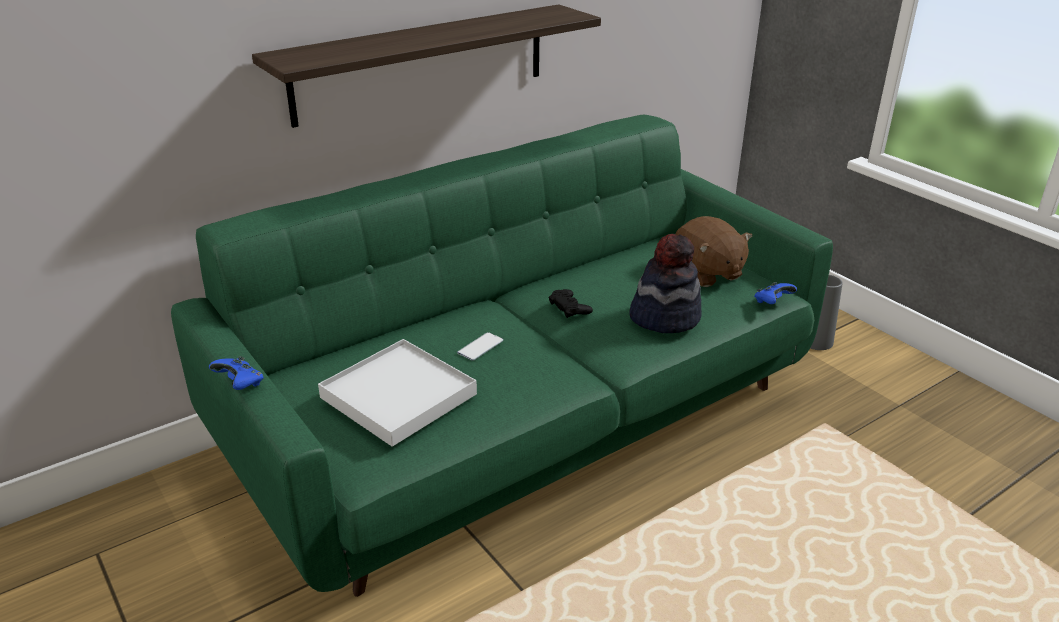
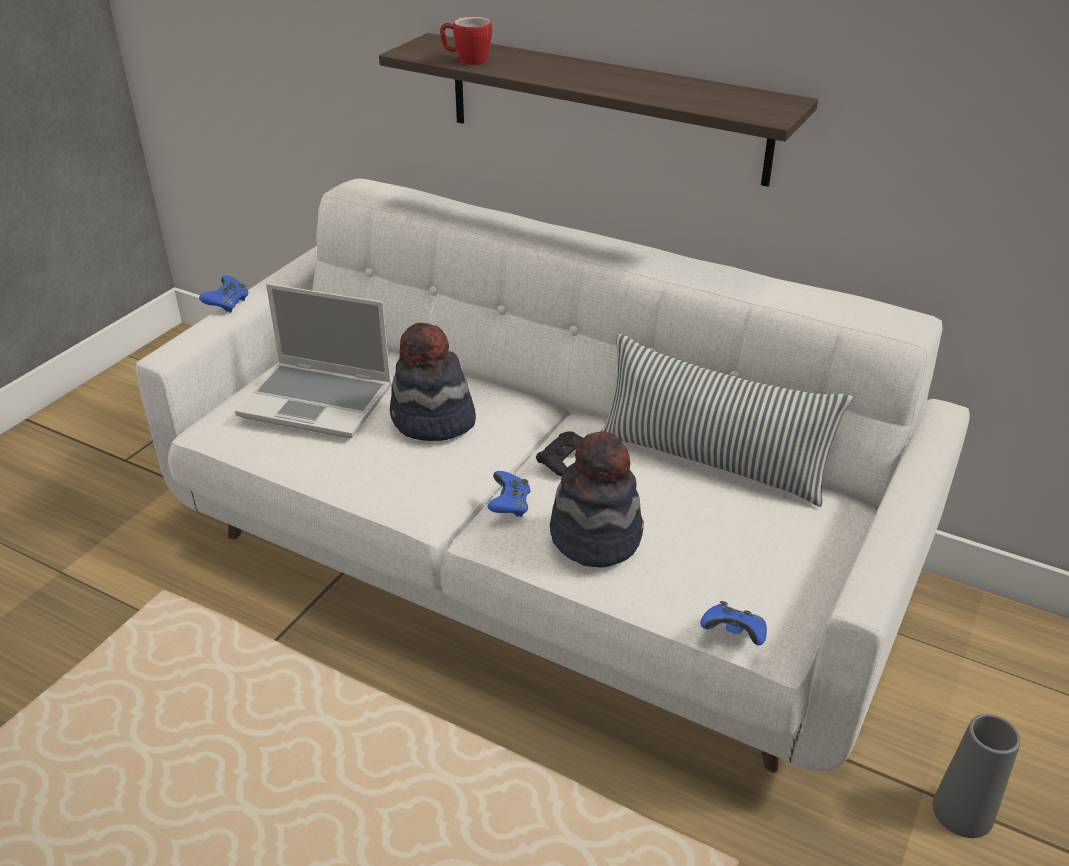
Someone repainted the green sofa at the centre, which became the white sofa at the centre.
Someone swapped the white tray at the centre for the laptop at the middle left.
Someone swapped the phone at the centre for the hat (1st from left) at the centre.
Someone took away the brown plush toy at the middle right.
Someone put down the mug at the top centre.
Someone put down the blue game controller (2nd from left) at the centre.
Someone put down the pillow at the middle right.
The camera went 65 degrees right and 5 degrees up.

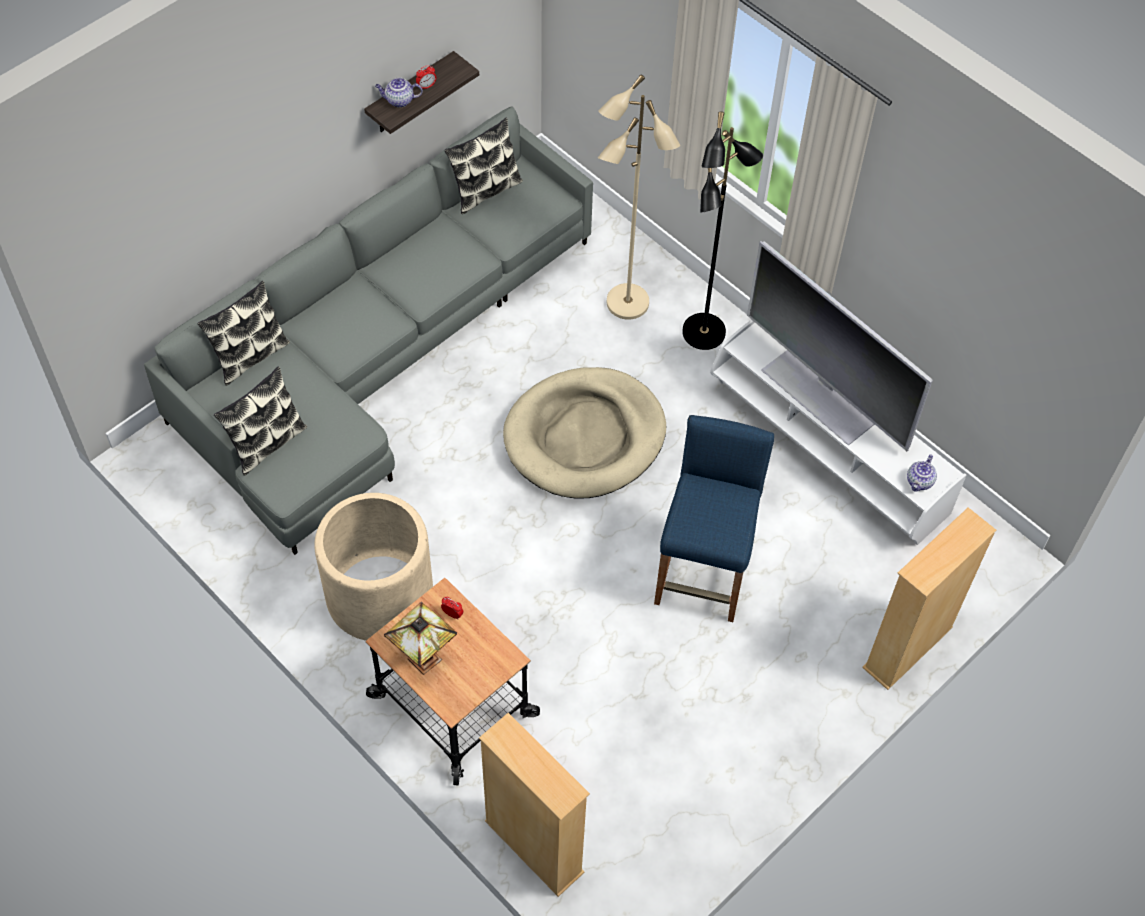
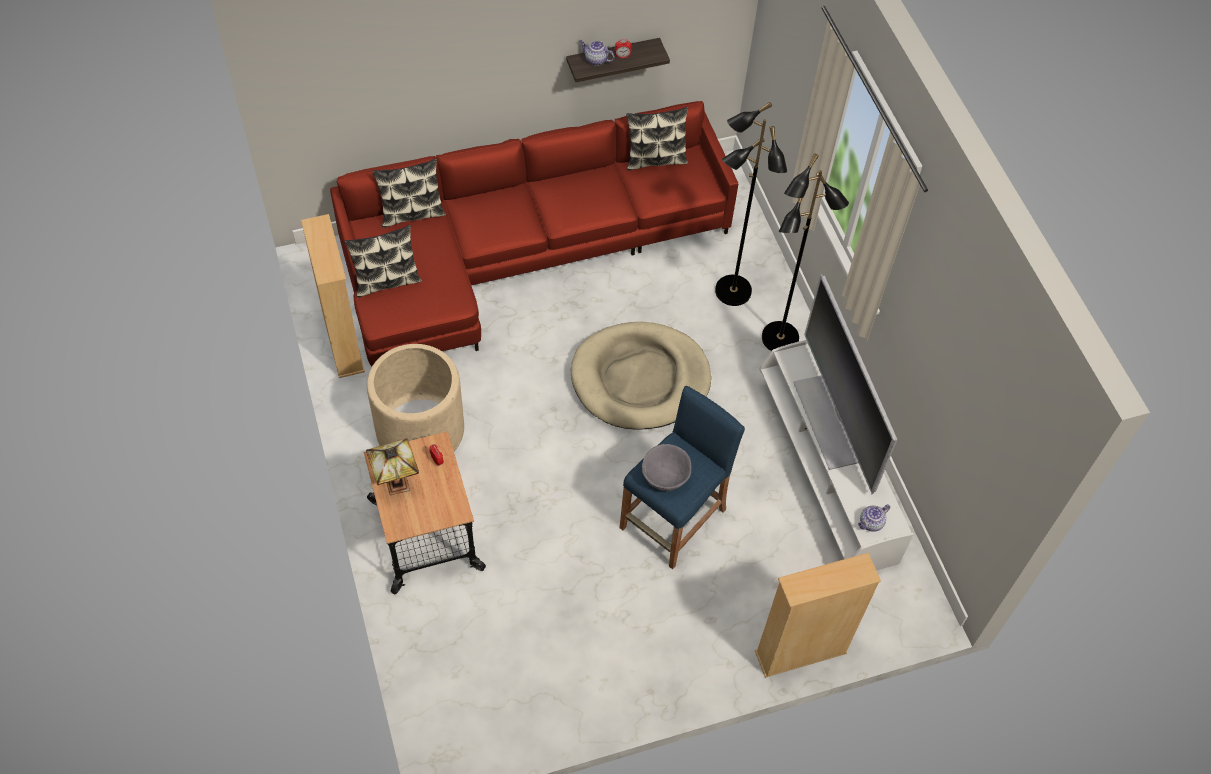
Someone repainted the grey sofa at the middle left, which became the red sofa at the top centre.
Someone carried the beige bookcase (1st from left) from the bottom centre to the middle left.
Someone repainted the beige floor lamp at the top centre, which became the black floor lamp (1st from left) at the top centre.
Someone put down the grey bowl at the centre.
The camera went 25 degrees right and 0 degrees up.

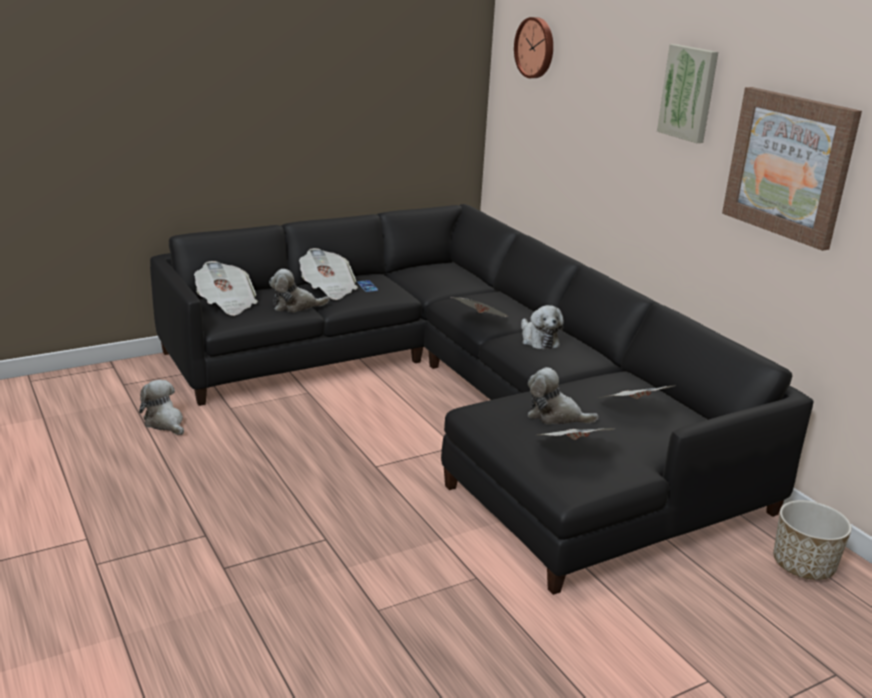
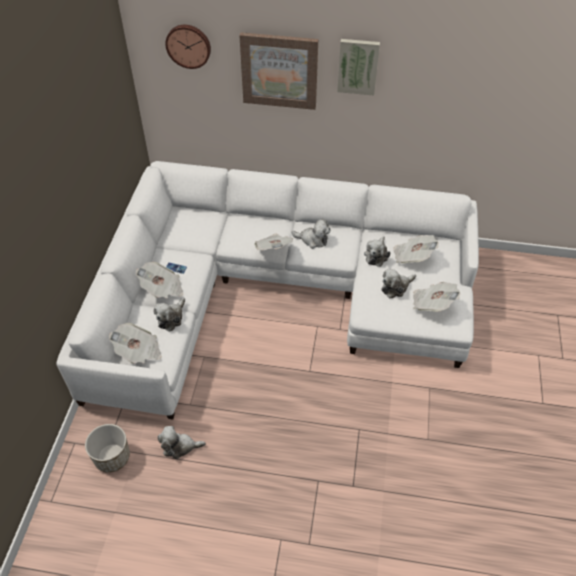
Someone repainted the black sofa at the centre, which became the white sofa at the centre.
Someone carried the picture (2nd from left in the first image) from the top right to the top centre.
Someone carried the planter from the bottom right to the bottom left.
Someone put down the plush toy (4th from left) at the centre.
The camera went 50 degrees left and 25 degrees up.

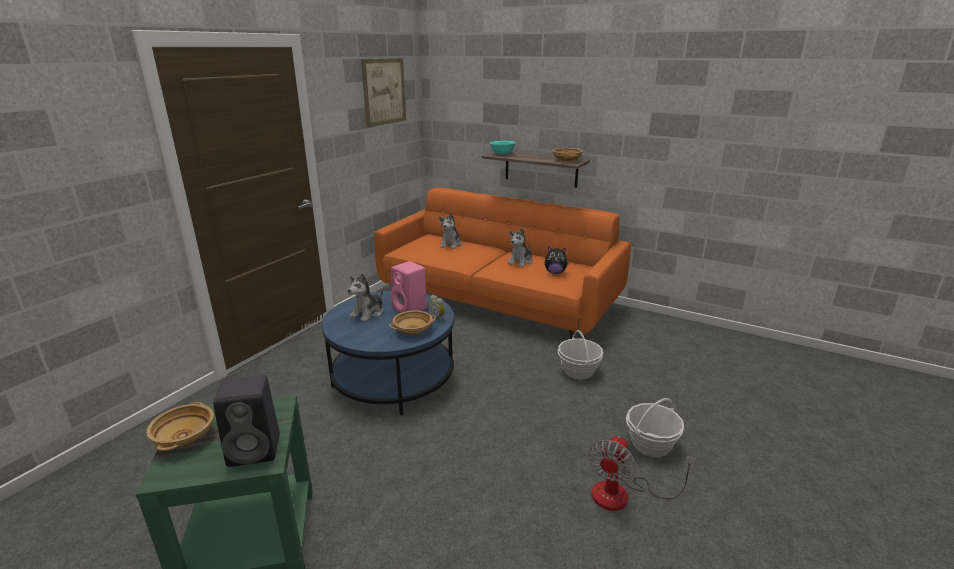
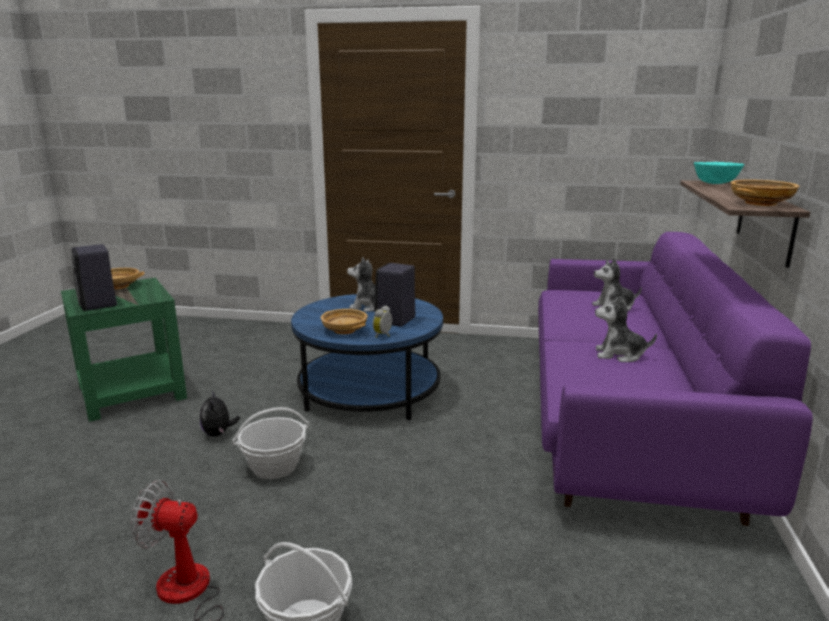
Someone took away the picture at the top centre.
Someone repainted the orange sofa at the centre, which became the purple sofa at the middle right.
Someone repainted the pink speaker at the centre, which became the black speaker (2nd from left) at the centre.
Someone carried the plush toy (4th from left in the first image) from the centre to the middle left.
Someone carried the basket (1st from left) from the centre to the bottom left.
The camera went 70 degrees right and 5 degrees down.

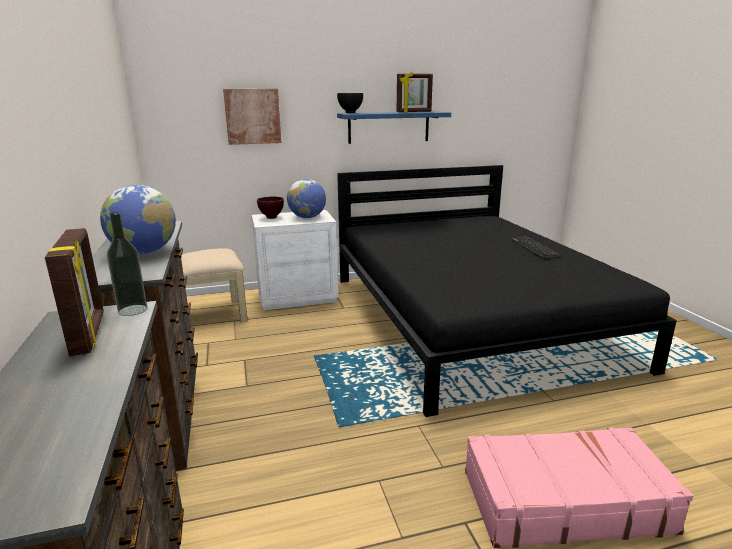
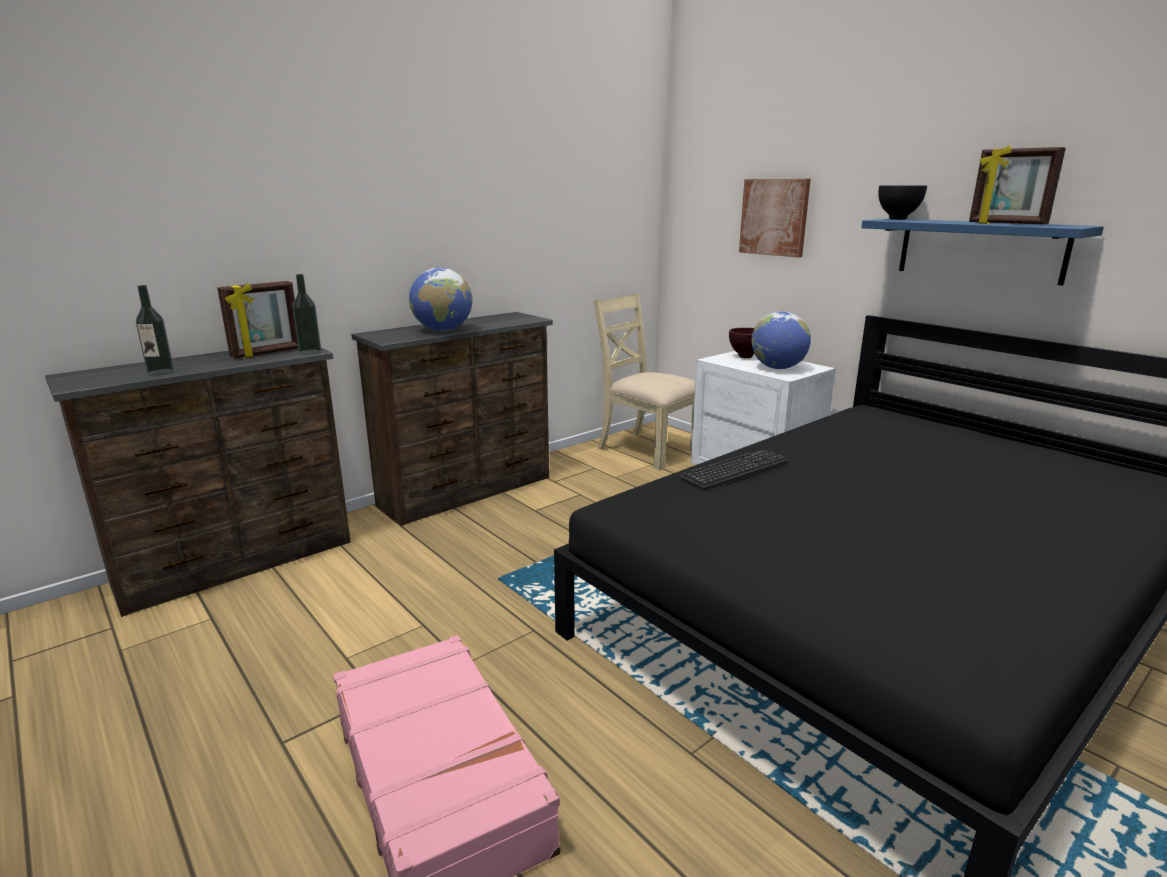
Someone carried the keyboard from the middle right to the centre.
Someone put down the bottle (1st from left) at the middle left.
The camera went 65 degrees right and 0 degrees up.

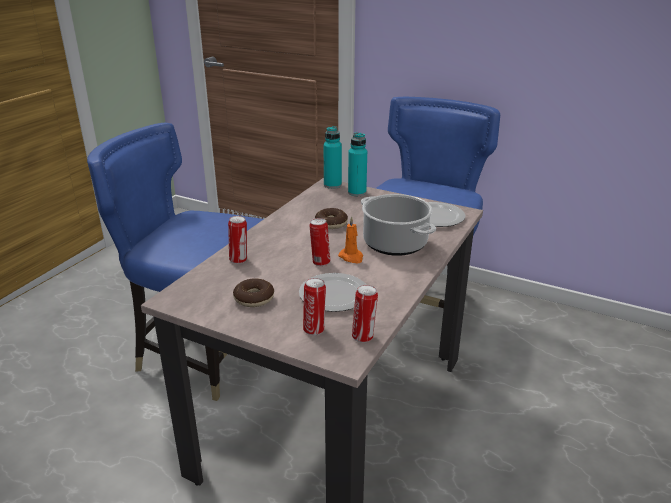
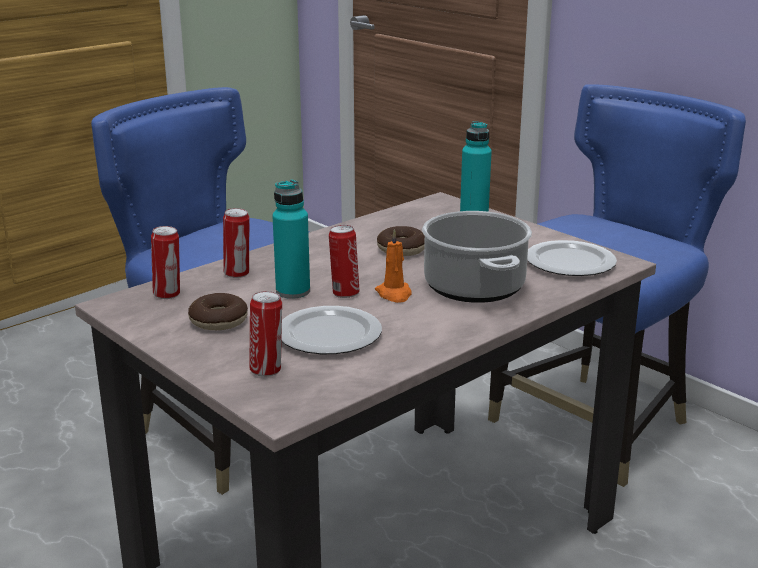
Someone carried the turquoise bottle (1st from left) from the top centre to the centre.
Someone carried the can (4th from left in the first image) from the centre to the middle left.
The camera went 20 degrees right and 5 degrees down.

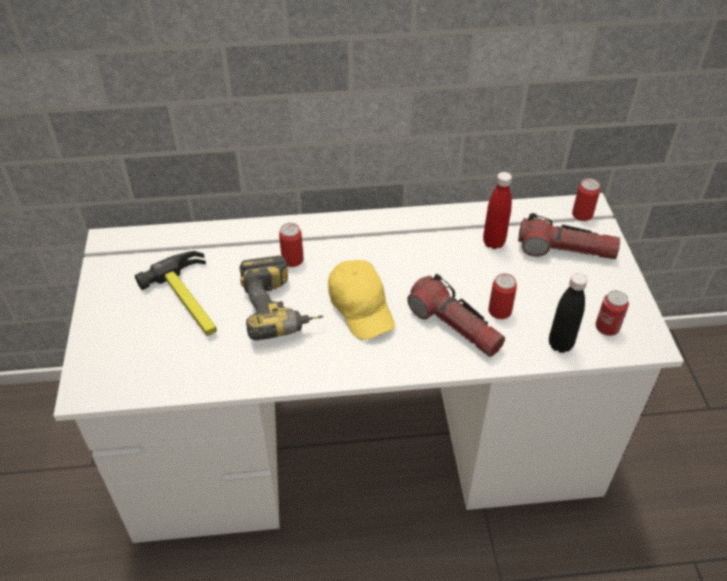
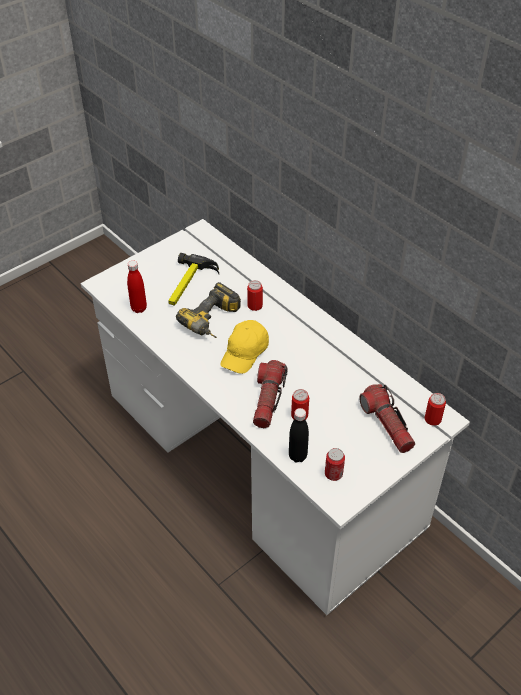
Someone carried the red bottle from the middle right to the middle left.
The camera went 55 degrees right and 0 degrees up.

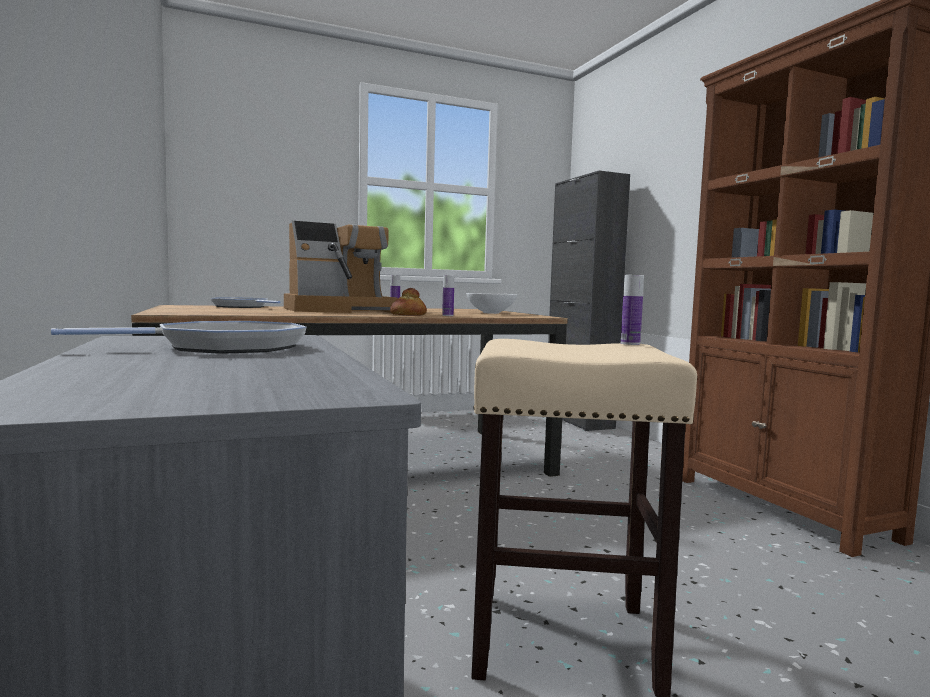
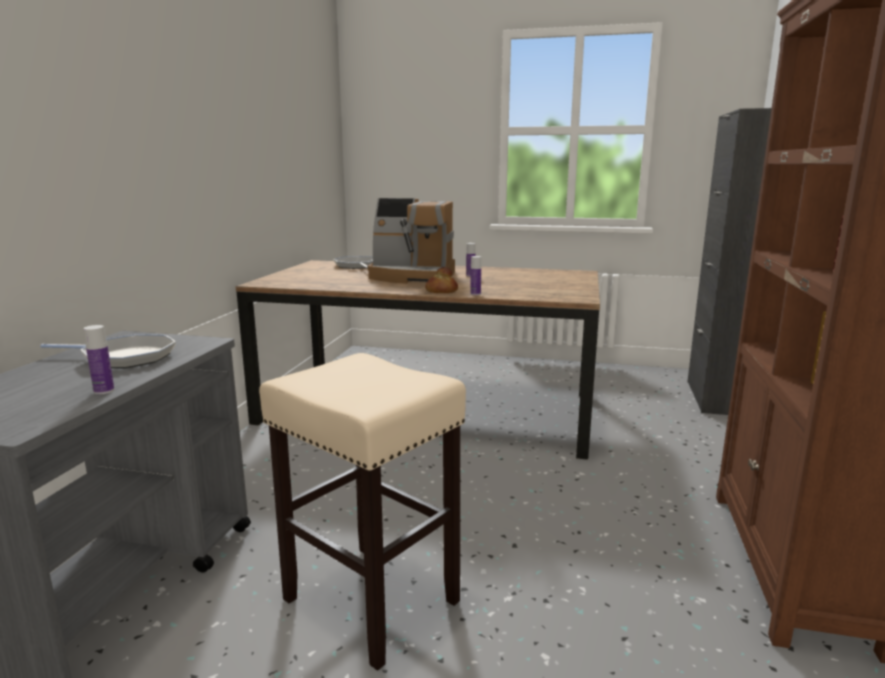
Someone took away the white bowl at the centre.
Someone carried the bottle (3rd from left in the first image) from the middle right to the middle left.
The camera went 35 degrees right and 10 degrees up.

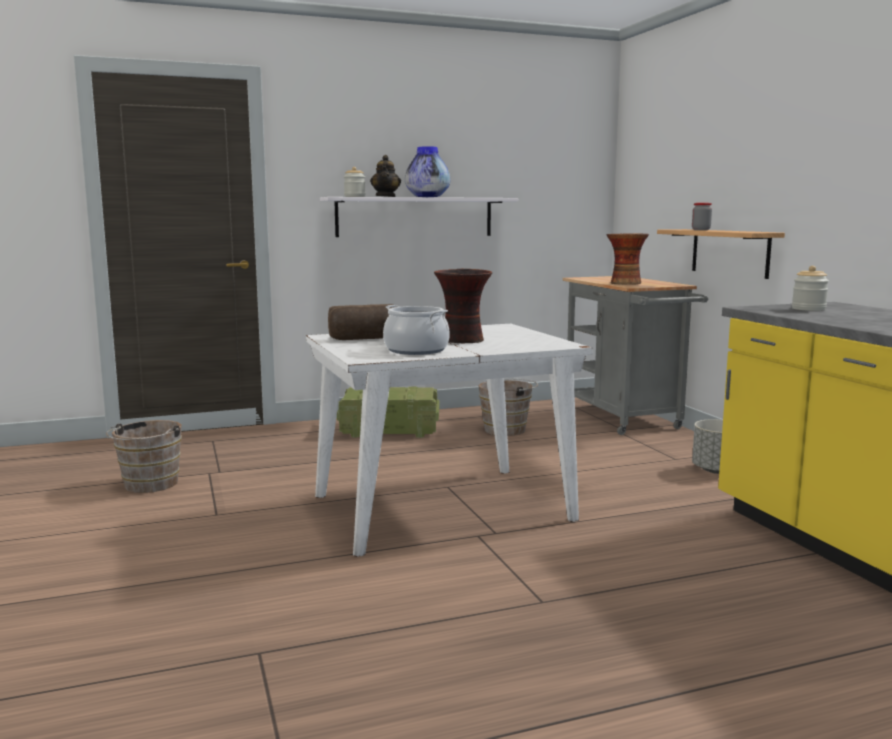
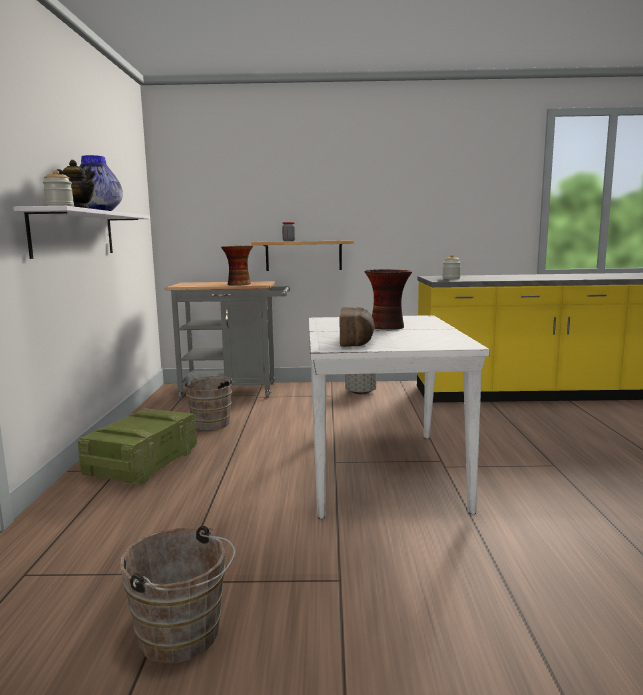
Someone took away the cooking pot at the centre.
The camera went 70 degrees left and 0 degrees up.

